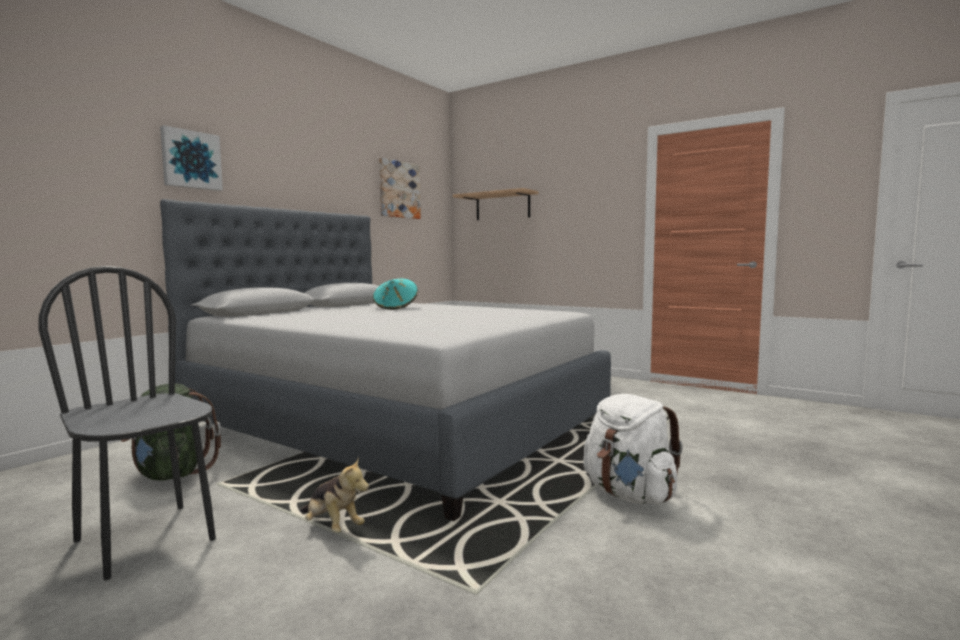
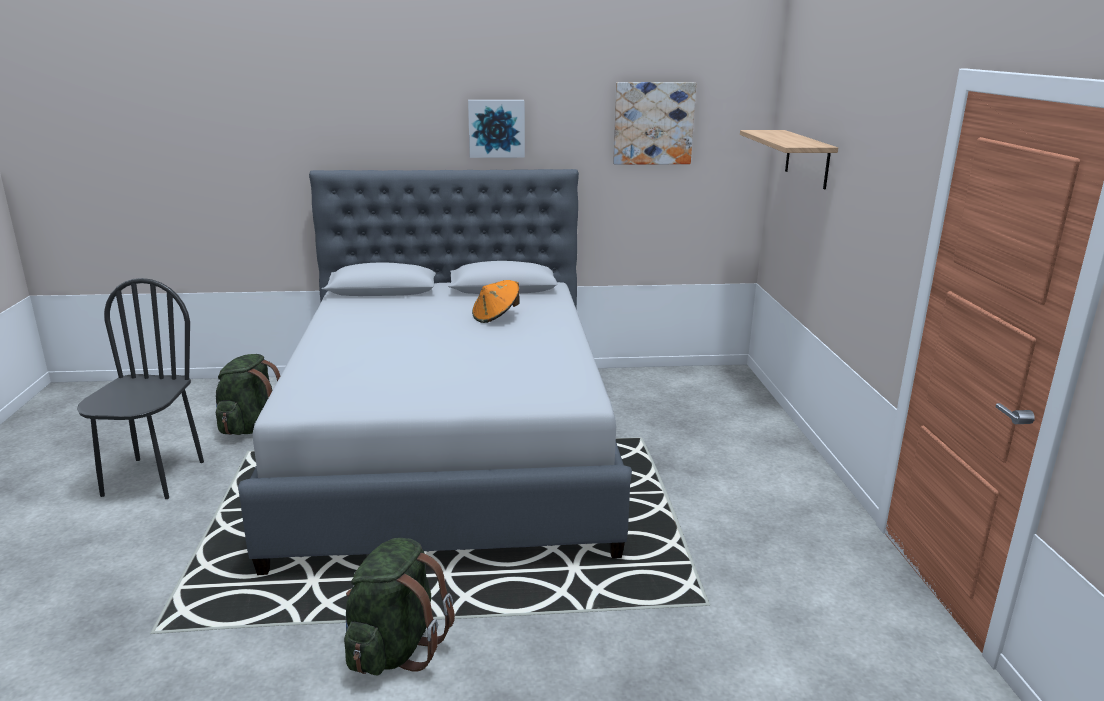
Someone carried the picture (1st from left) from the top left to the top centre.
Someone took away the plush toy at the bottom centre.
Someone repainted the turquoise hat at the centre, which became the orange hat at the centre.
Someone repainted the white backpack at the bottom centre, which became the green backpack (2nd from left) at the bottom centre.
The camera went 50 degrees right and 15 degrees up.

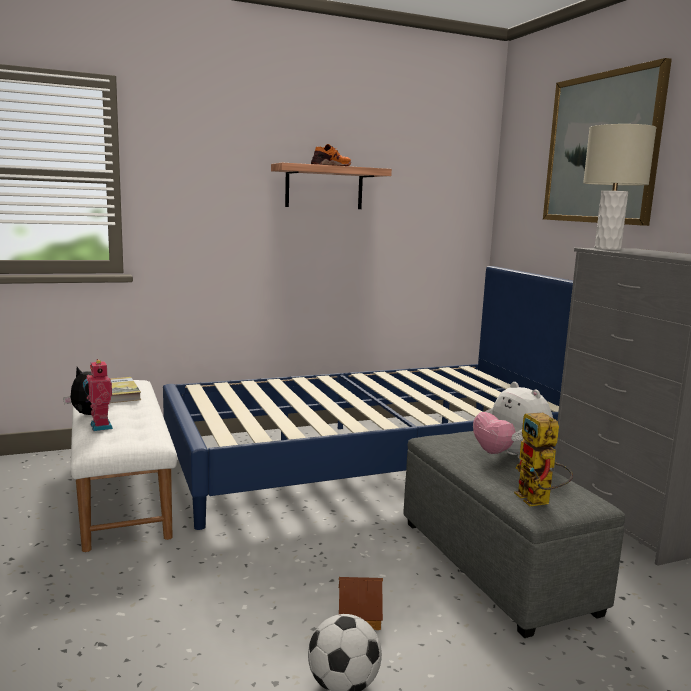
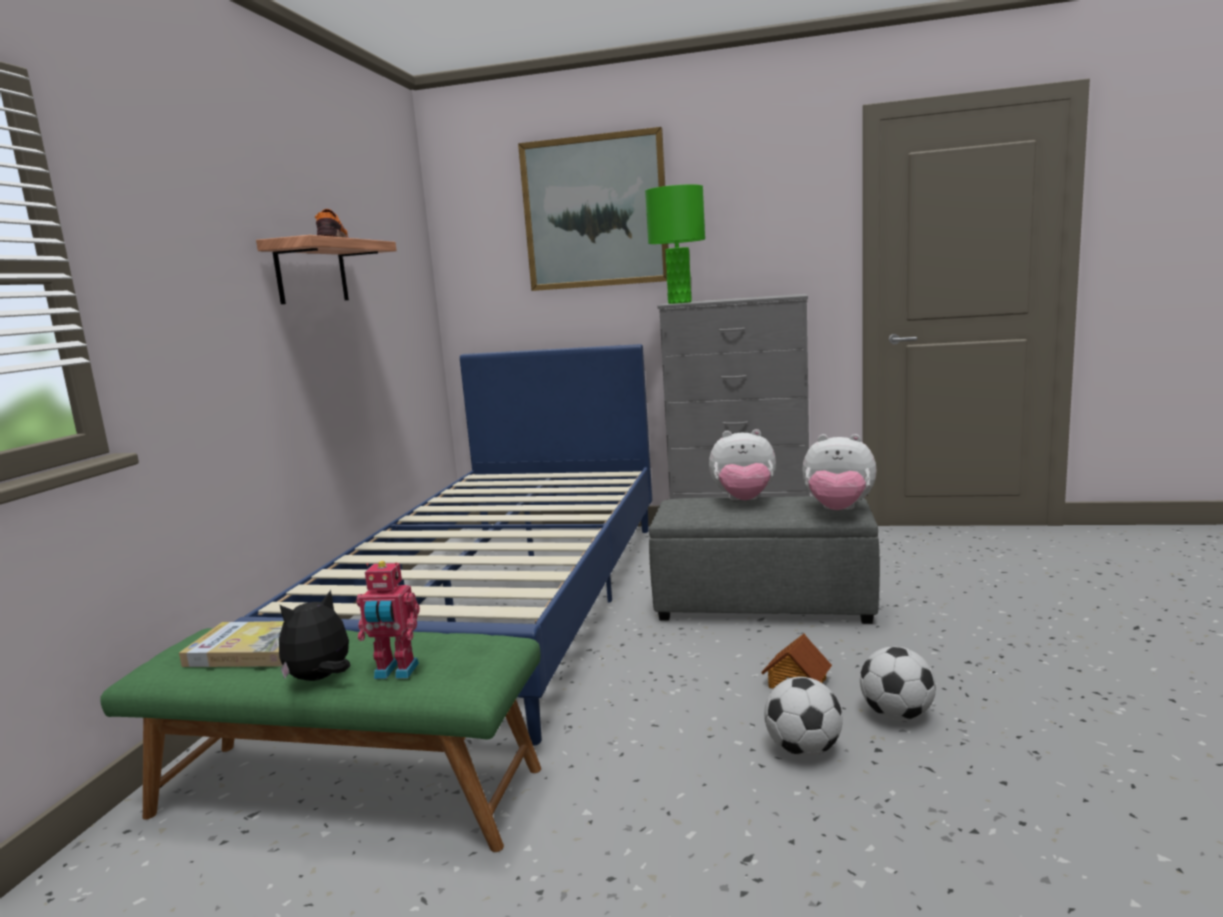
Someone repainted the white bench at the bottom left, which became the green bench at the bottom left.
Someone swapped the toy robot (2nd from left) at the middle right for the plush toy (3rd from left) at the middle right.
Someone repainted the beige table lamp at the top right, which became the green table lamp at the top centre.
Someone put down the football (1st from left) at the bottom centre.
The camera went 55 degrees left and 0 degrees up.

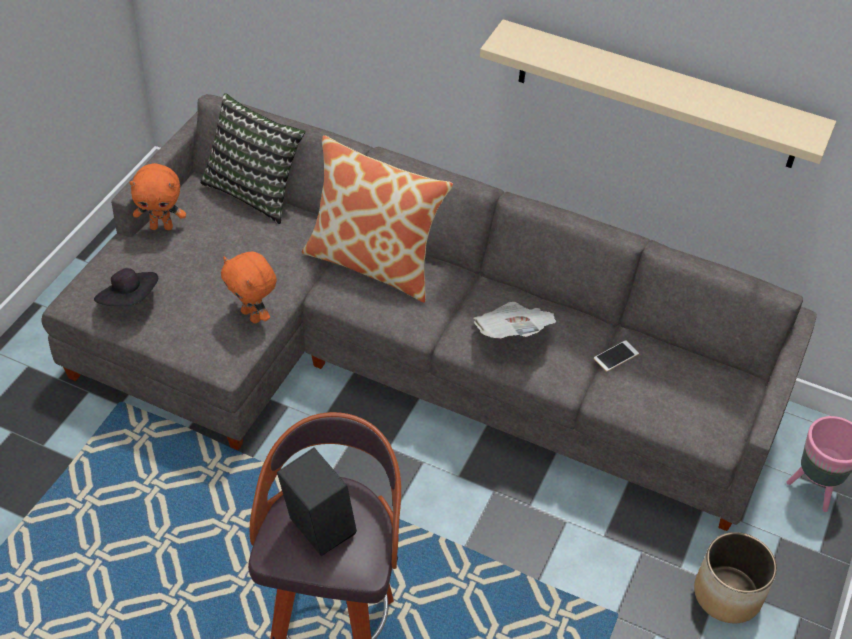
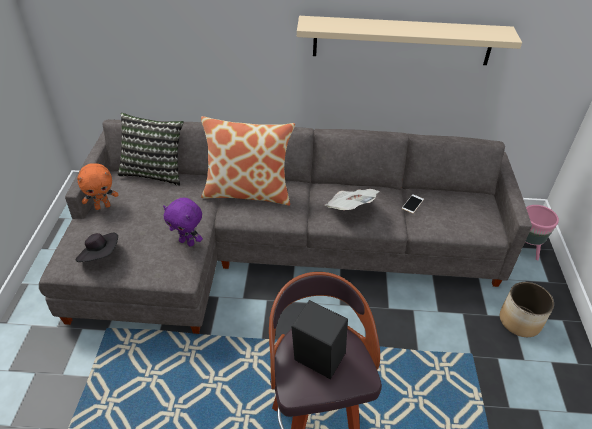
Someone repainted the orange plush toy (2nd from left) at the middle left, which became the purple plush toy at the middle left.
The camera went 20 degrees left and 5 degrees down.

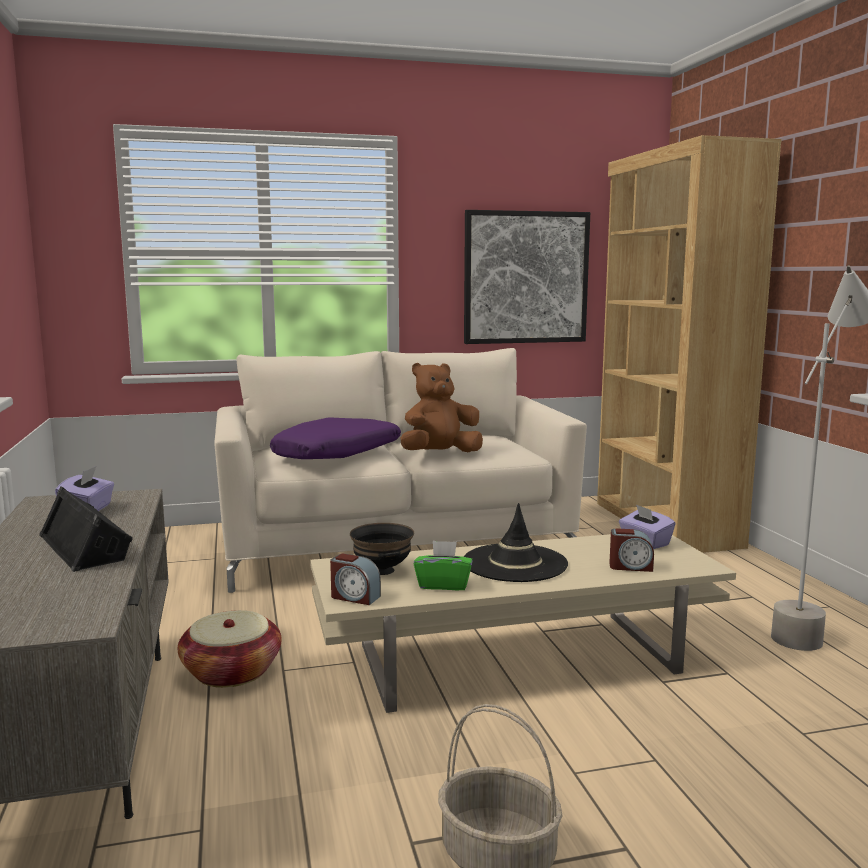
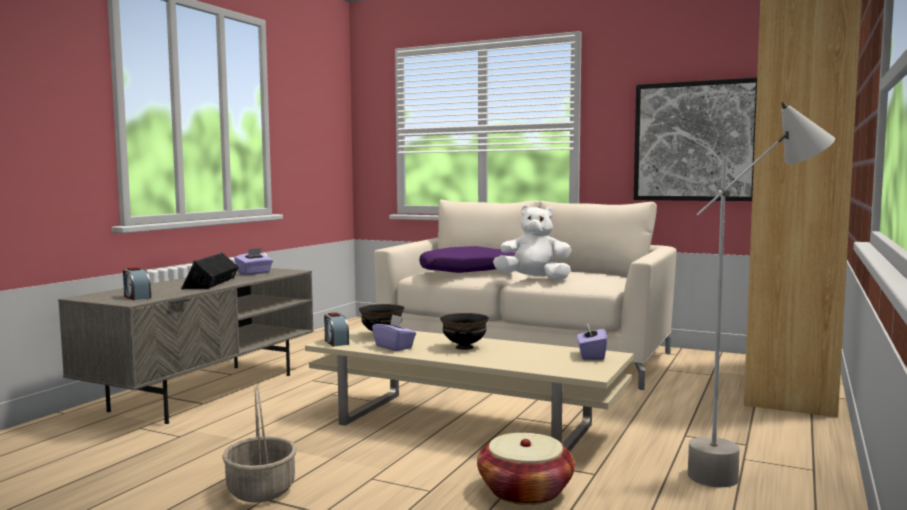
Someone carried the basket (1st from left in the first image) from the bottom left to the bottom centre.
Someone repainted the brown plush toy at the centre, which became the white plush toy at the centre.
Someone repainted the green tissue box at the centre, which became the purple tissue box (2nd from left) at the centre.
Someone swapped the black hat at the centre for the black bowl (2nd from left) at the centre.
Someone carried the alarm clock (2nd from left in the first image) from the middle right to the middle left.
The camera went 40 degrees right and 5 degrees down.

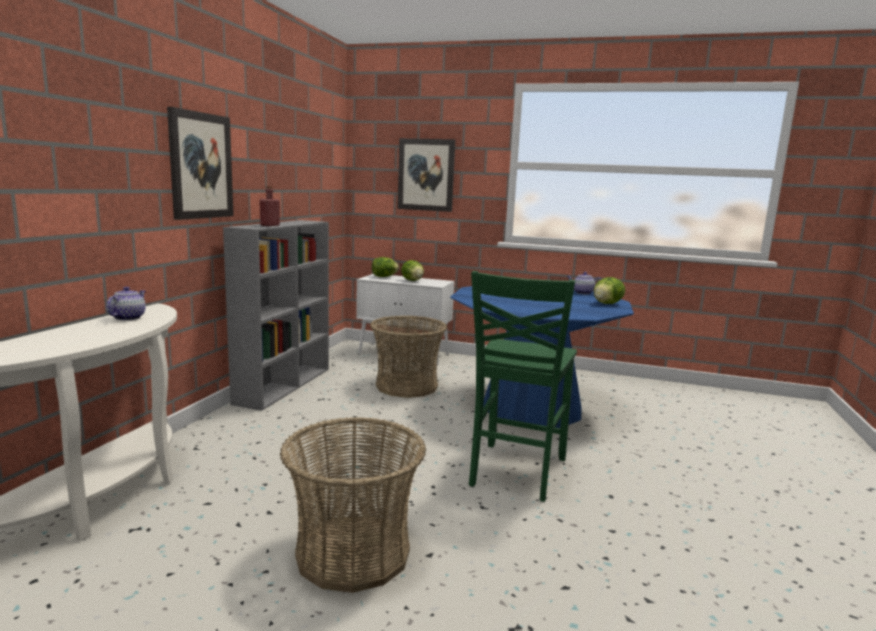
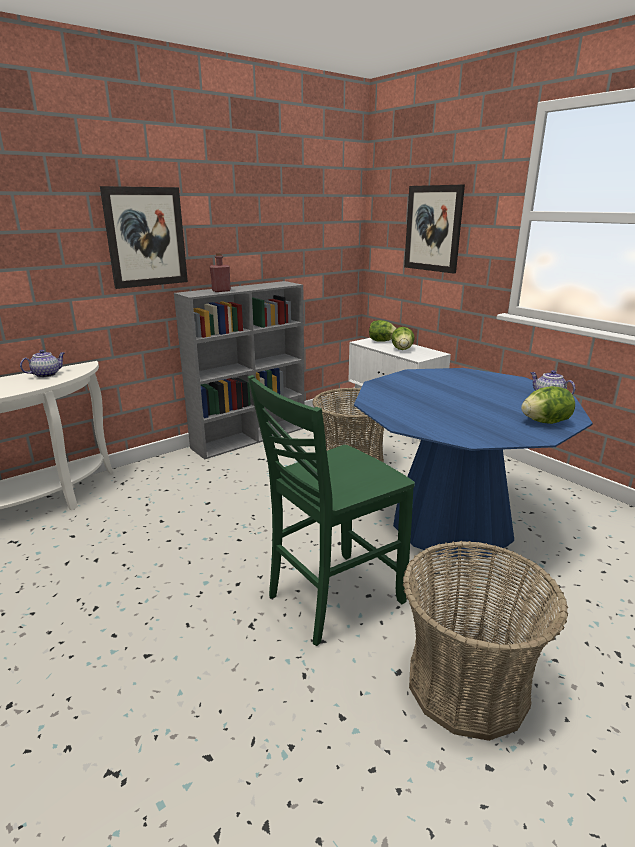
Someone carried the basket (1st from left in the first image) from the bottom centre to the bottom right.
The camera went 35 degrees right and 10 degrees up.

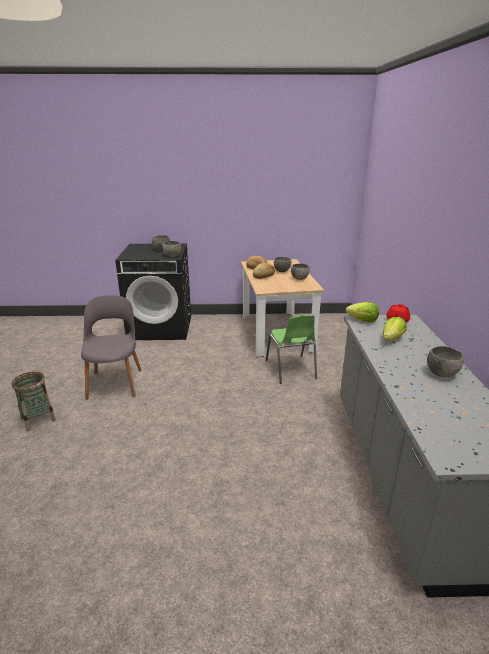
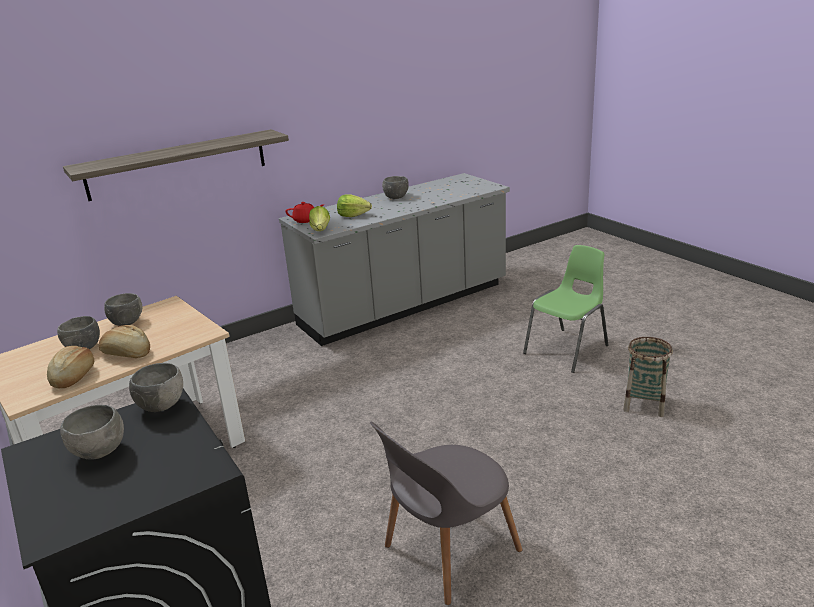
Someone carried the basket from the middle left to the middle right.
Someone carried the green chair from the centre to the middle right.
Someone put up the shelf at the top left.
The camera went 120 degrees left and 0 degrees up.

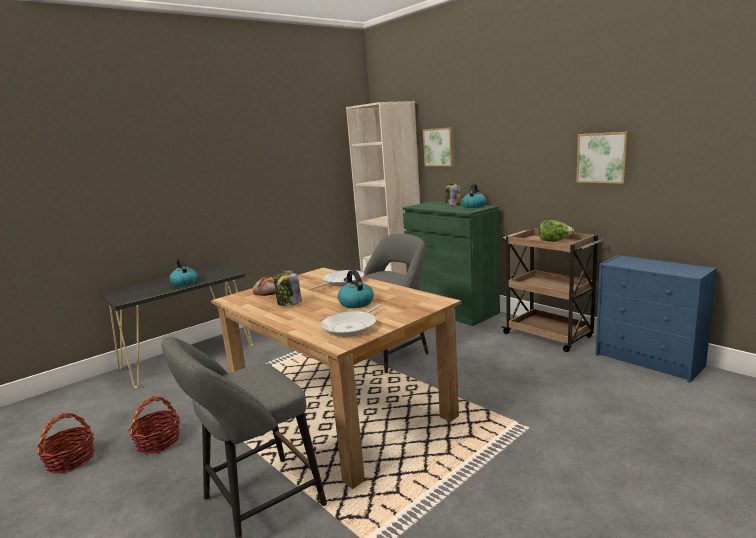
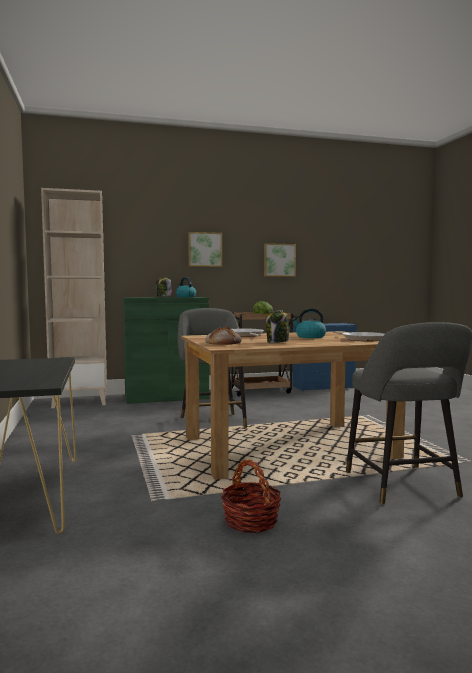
Someone took away the basket (1st from left) at the bottom left.
Someone took away the kettle (1st from left) at the middle left.
Someone carried the picture (1st from left) from the top centre to the centre.
The camera went 65 degrees left and 10 degrees down.

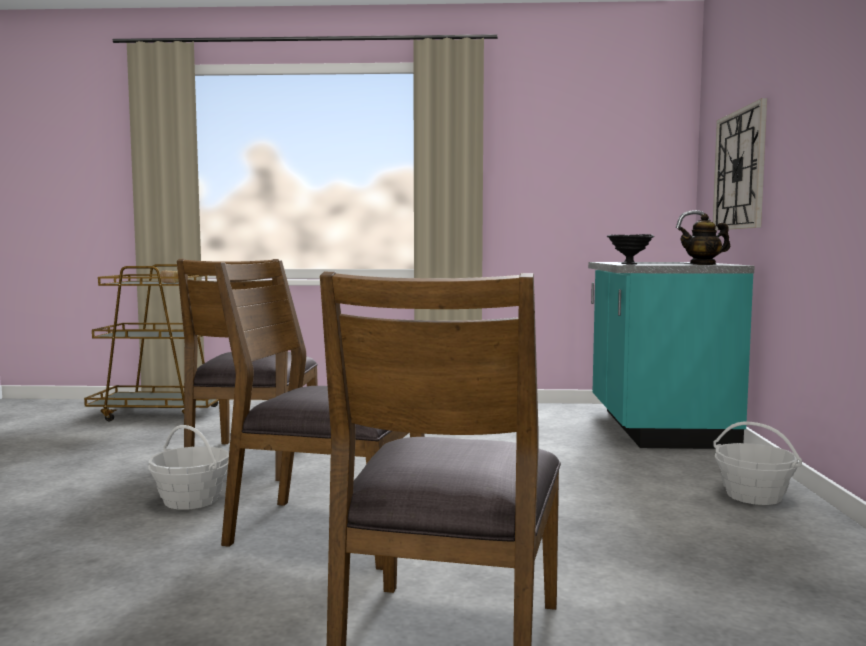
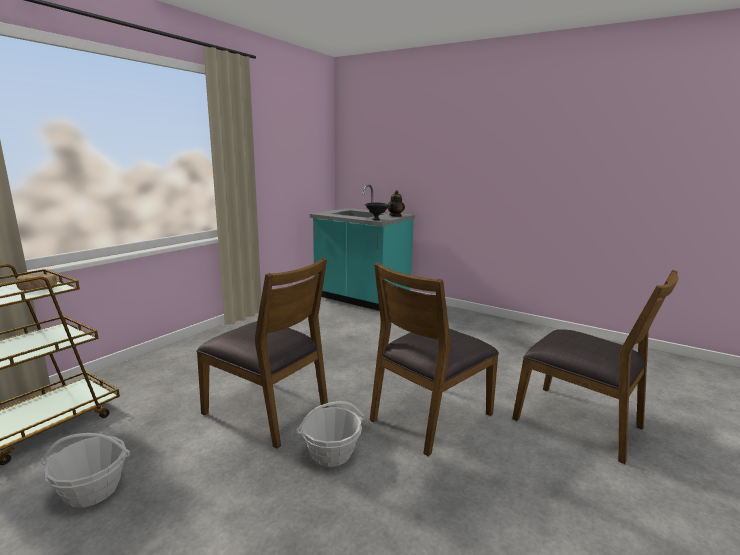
Someone took away the wall clock at the top right.
Someone carried the basket (2nd from left in the first image) from the bottom right to the bottom left.
The camera went 60 degrees left and 10 degrees up.

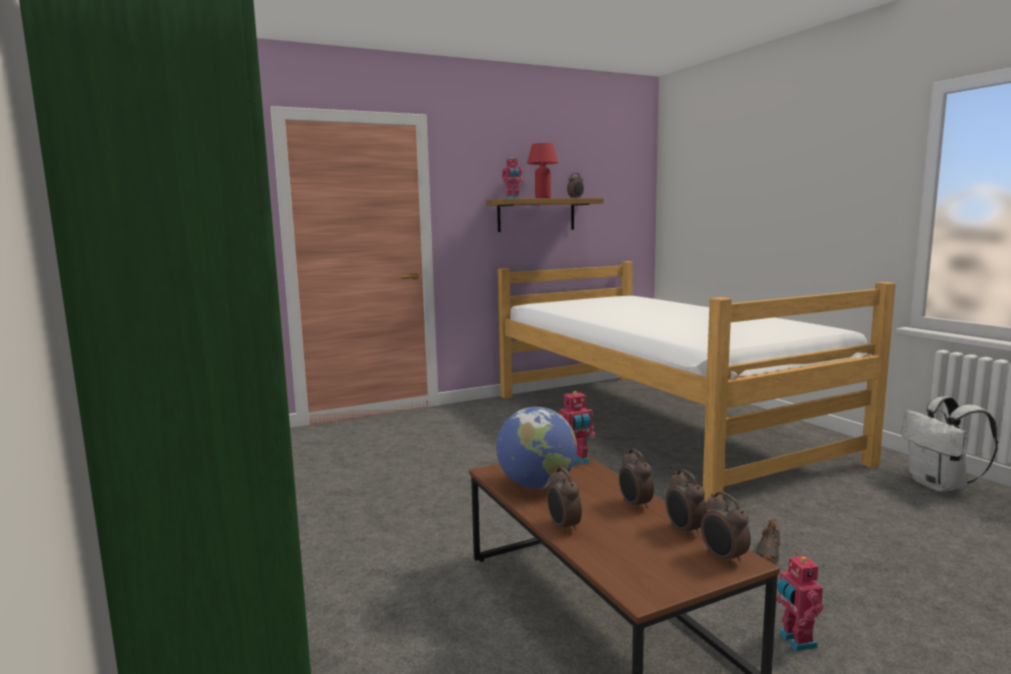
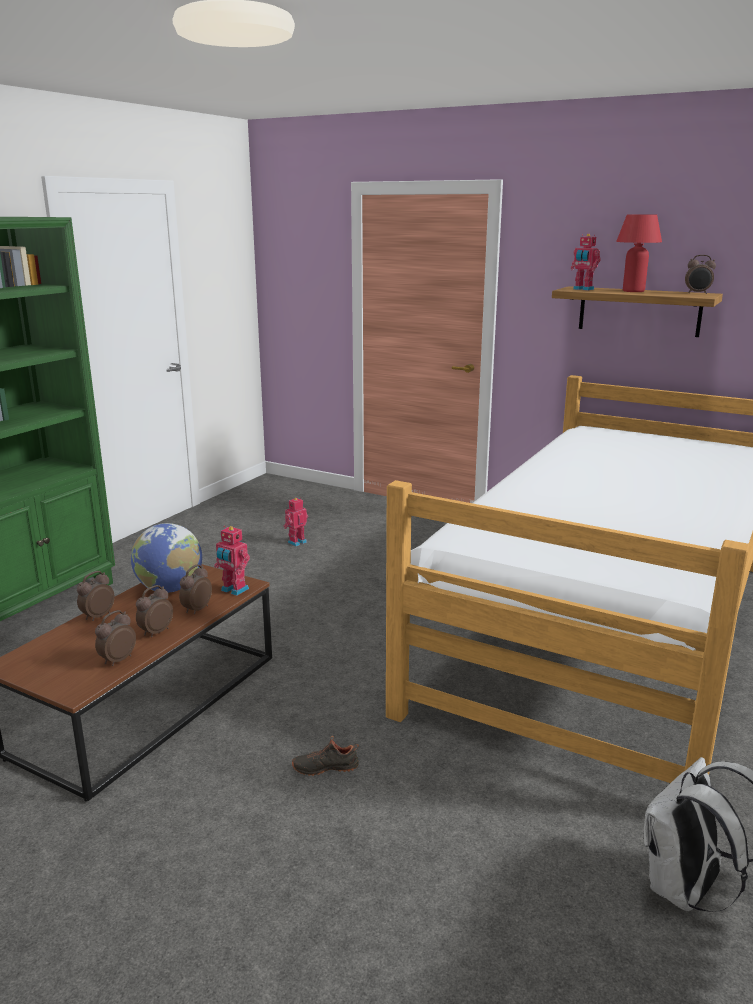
Someone carried the alarm clock (5th from left in the first image) from the bottom right to the middle left.
Someone carried the toy robot (3rd from left in the first image) from the bottom right to the centre.
The camera went 55 degrees right and 10 degrees up.

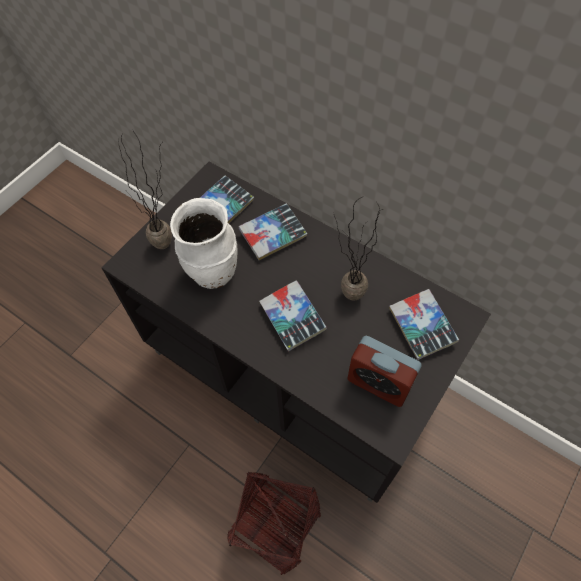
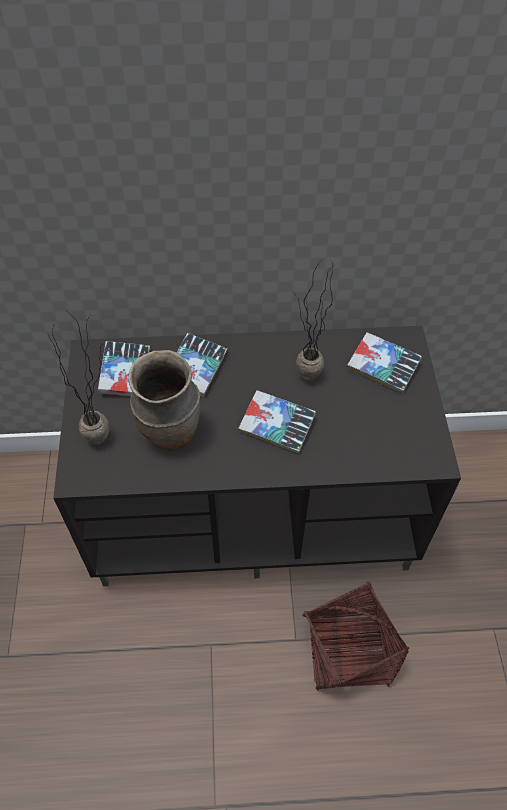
Someone repainted the white vase at the centre, which became the brown vase at the middle left.
Someone took away the alarm clock at the centre.
The camera went 40 degrees left and 5 degrees down.

